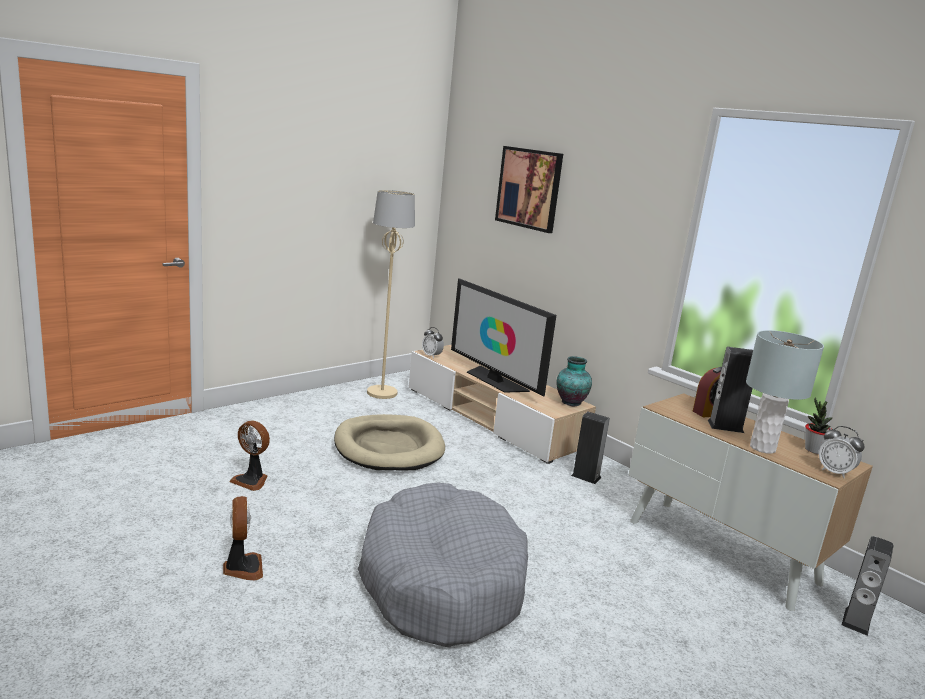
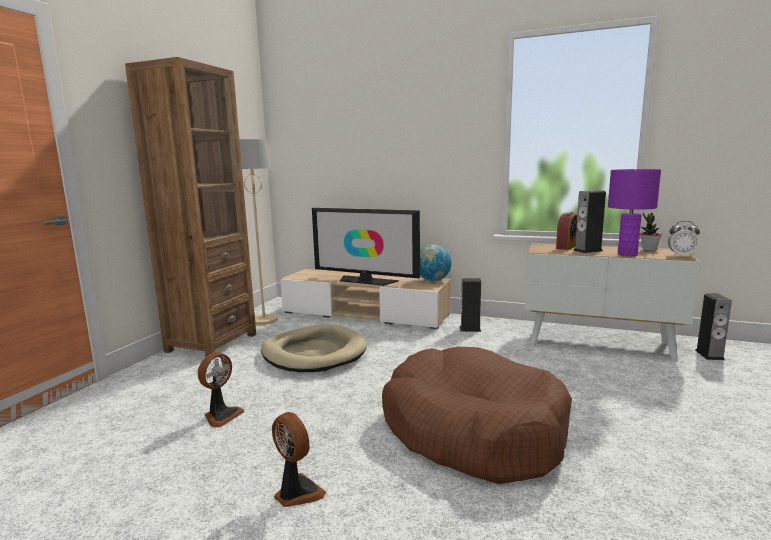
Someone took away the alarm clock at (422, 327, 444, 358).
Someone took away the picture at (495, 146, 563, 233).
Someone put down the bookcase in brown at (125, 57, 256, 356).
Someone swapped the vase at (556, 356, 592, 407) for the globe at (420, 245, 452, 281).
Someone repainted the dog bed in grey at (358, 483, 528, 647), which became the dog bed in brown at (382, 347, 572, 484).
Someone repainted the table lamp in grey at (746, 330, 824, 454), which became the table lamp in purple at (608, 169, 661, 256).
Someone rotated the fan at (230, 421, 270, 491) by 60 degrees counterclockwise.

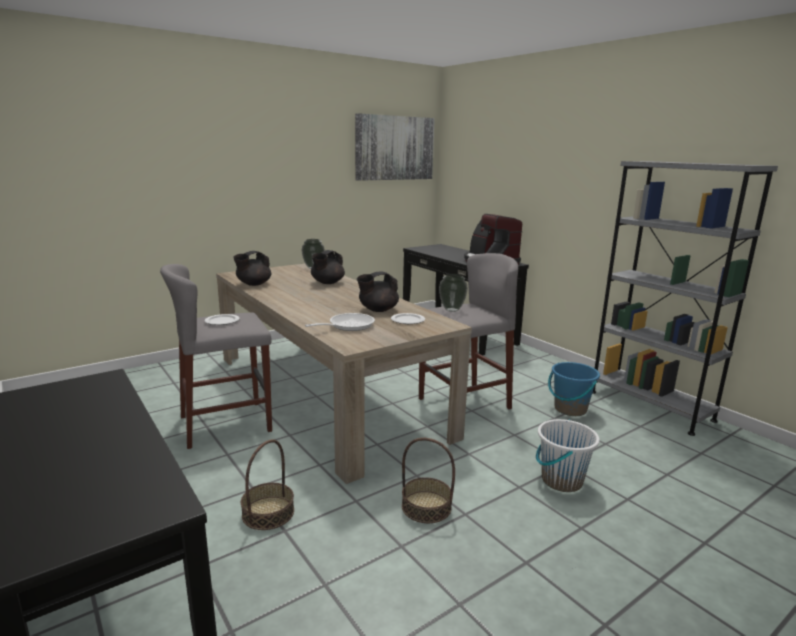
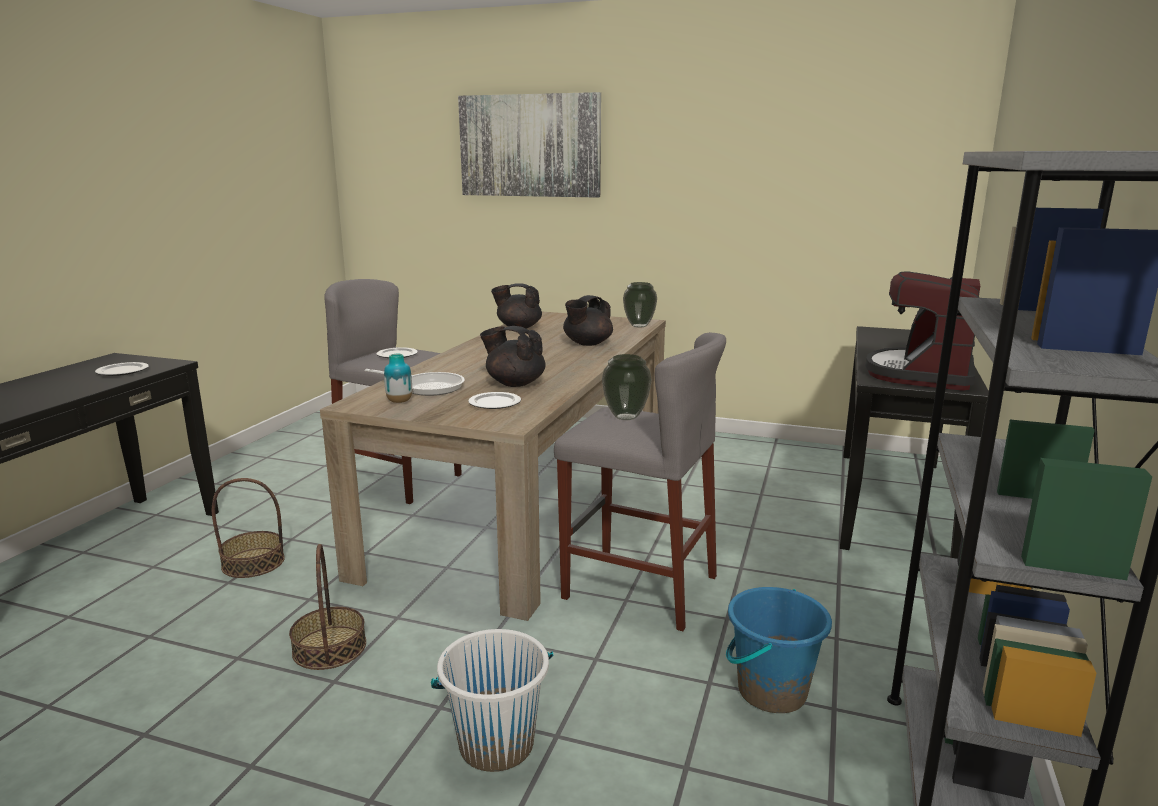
Someone put down the plate at (95, 362, 149, 376).
Someone put down the vase at (384, 354, 412, 403).
Someone carried the picture from (355, 113, 435, 181) to (458, 92, 601, 198).
Someone rotated the teapot in black at (311, 250, 345, 284) by 45 degrees counterclockwise.

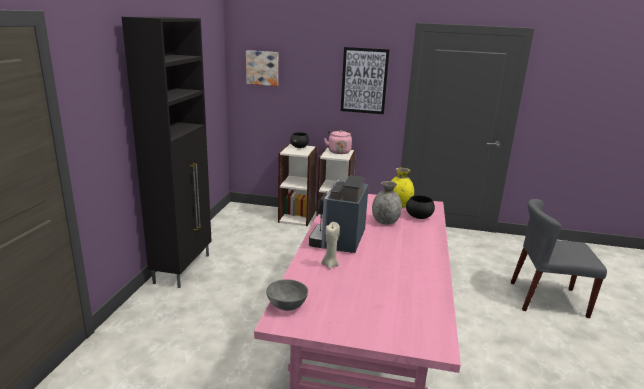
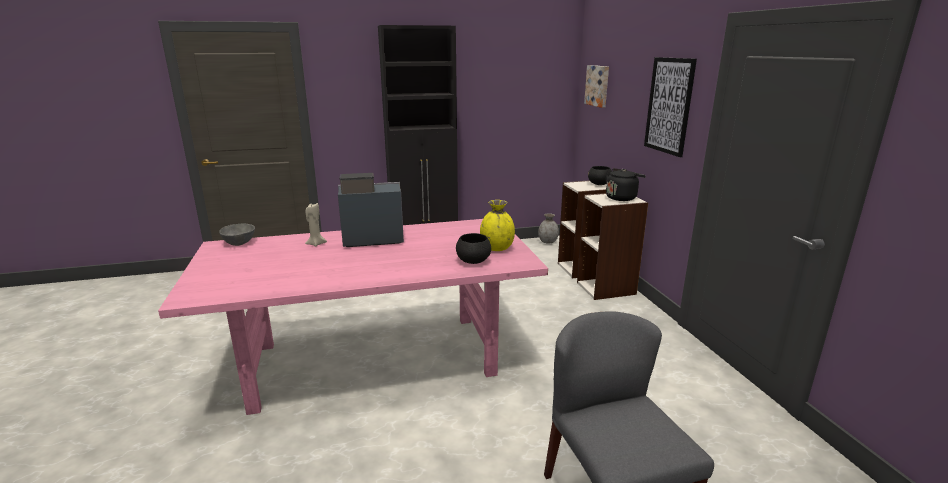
Someone carried the vase in grey from (372, 181, 402, 225) to (538, 213, 559, 243).
Someone repainted the kettle in pink at (324, 130, 352, 154), which became the kettle in black at (605, 168, 646, 201).

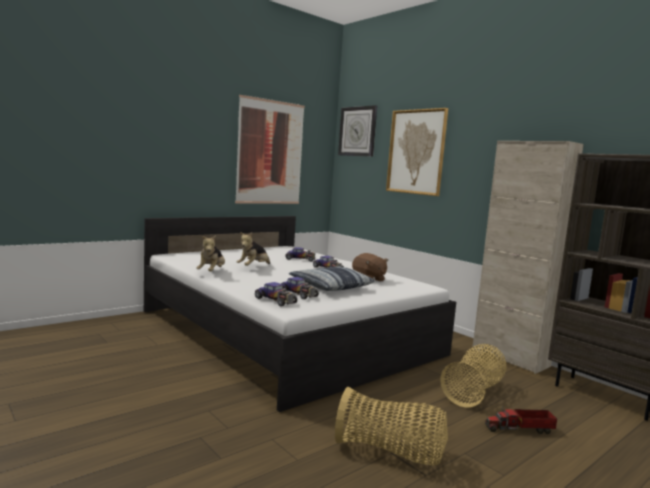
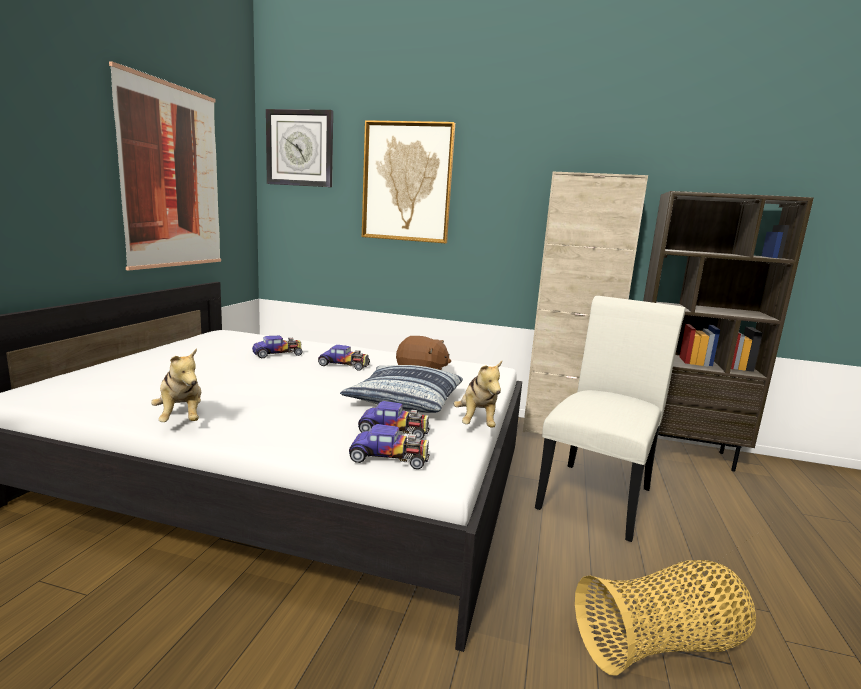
Someone took away the toy truck at (485, 406, 557, 434).
Someone carried the plush toy from (237, 232, 270, 266) to (454, 361, 502, 428).
Someone swapped the basket at (440, 344, 506, 408) for the chair in white at (535, 296, 685, 542).

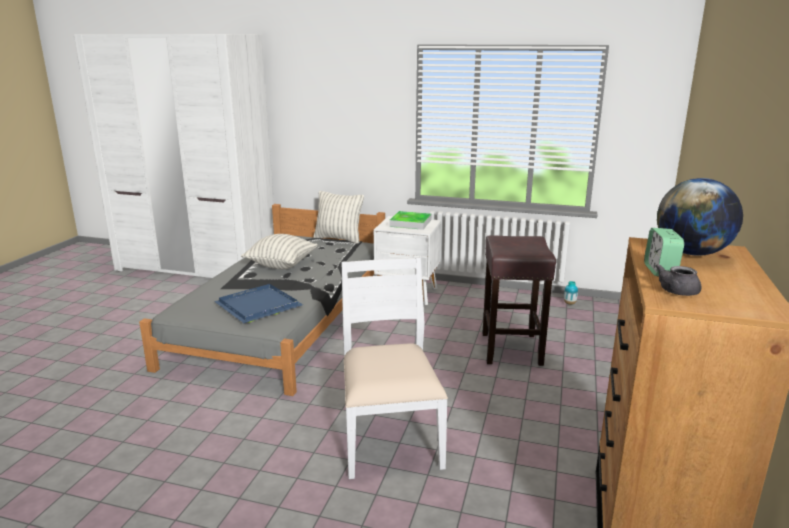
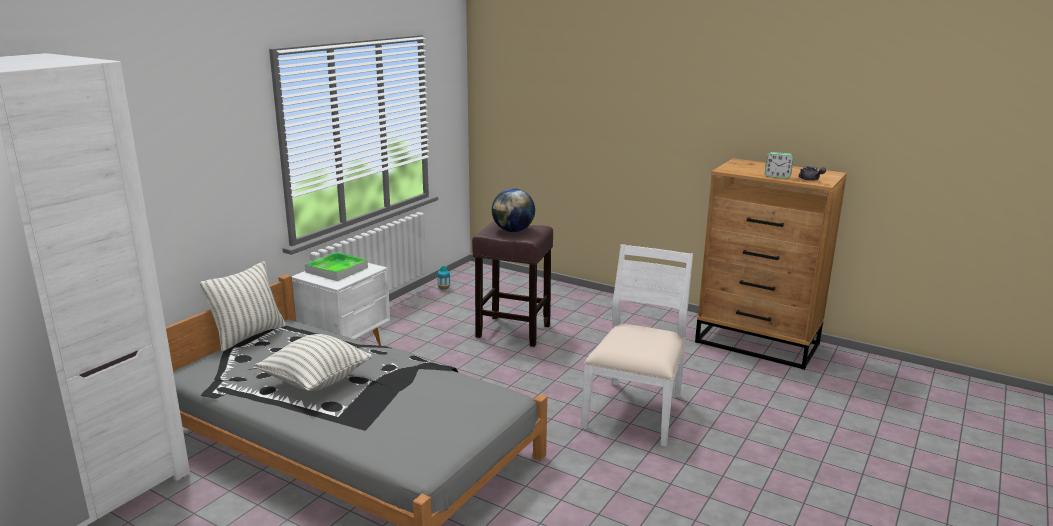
Someone took away the tray in blue at (214, 284, 303, 323).
Someone carried the globe from (657, 178, 743, 256) to (492, 188, 535, 232).
Someone rotated the chair in white at (342, 258, 448, 479) by 105 degrees clockwise.

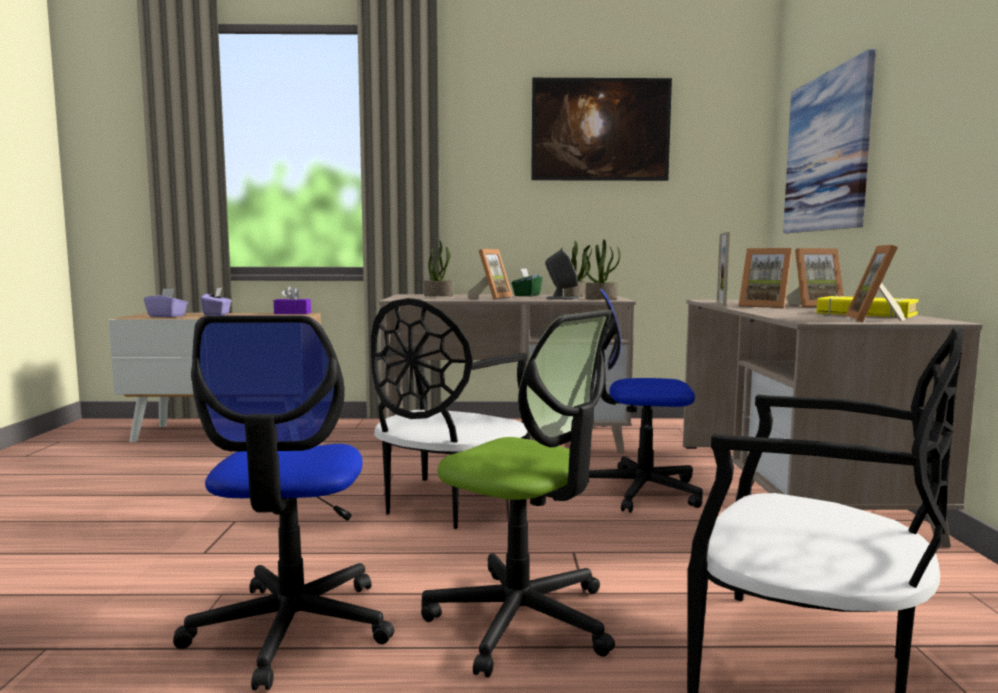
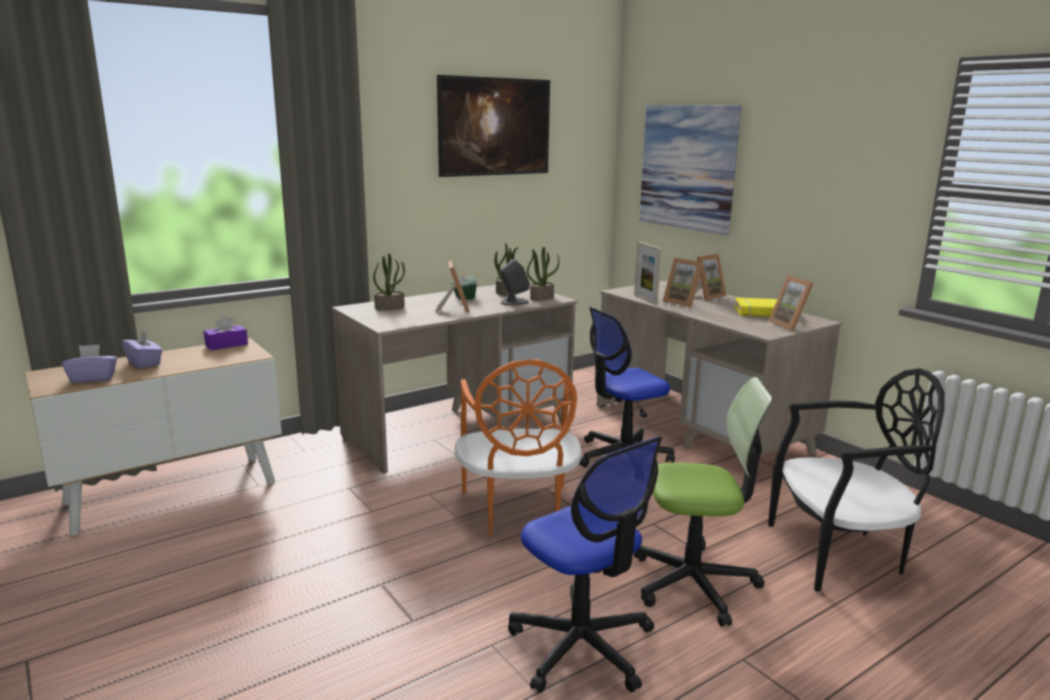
Someone repainted the chair in black at (371, 298, 530, 529), which became the chair in orange at (455, 359, 582, 535).
Someone rotated the picture frame at (739, 248, 792, 308) by 45 degrees clockwise.

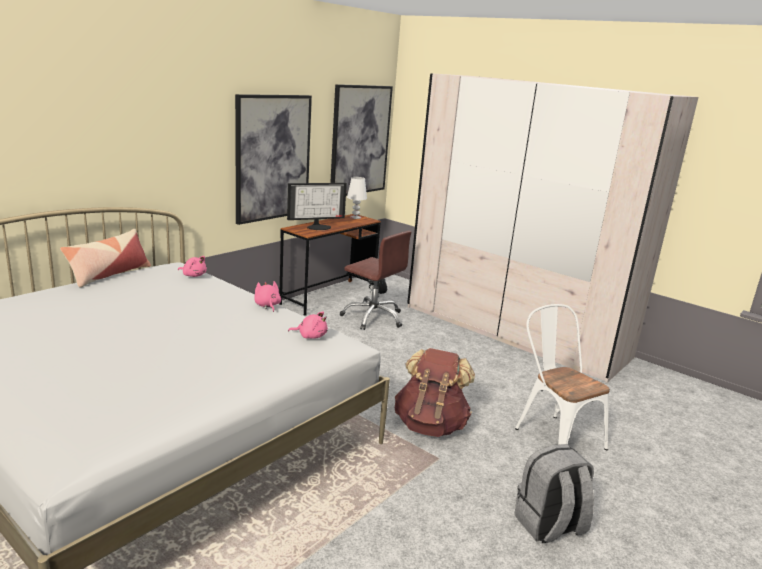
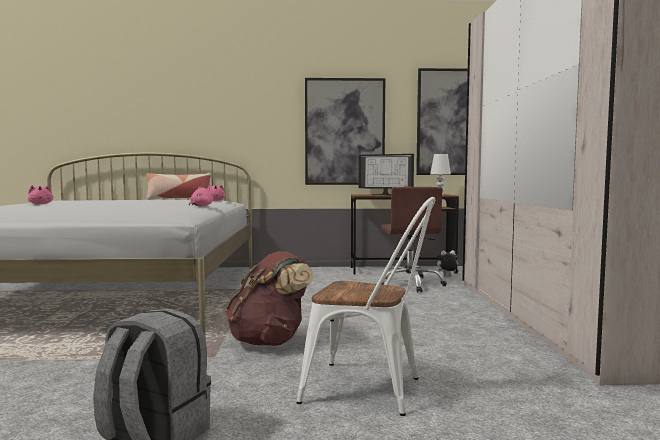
Someone carried the plush toy in pink from (288, 312, 328, 339) to (28, 185, 53, 204).
Someone rotated the chair in white at (515, 304, 610, 450) by 90 degrees clockwise.

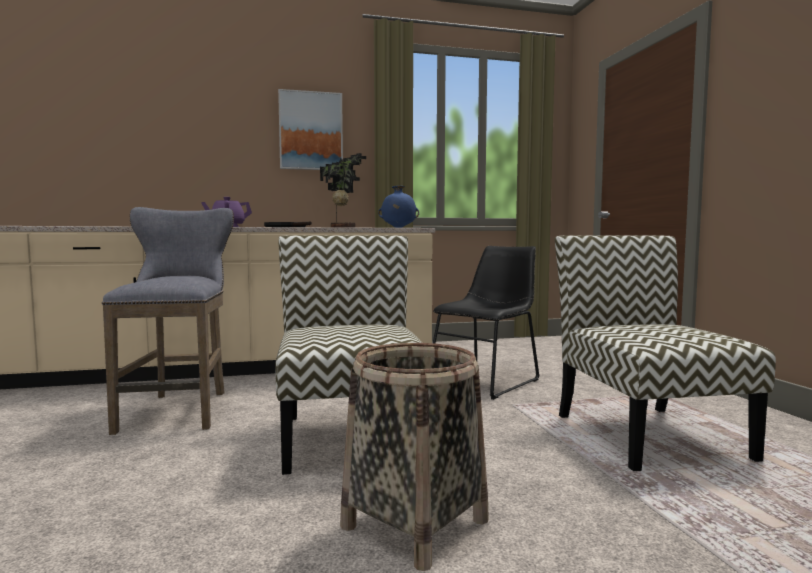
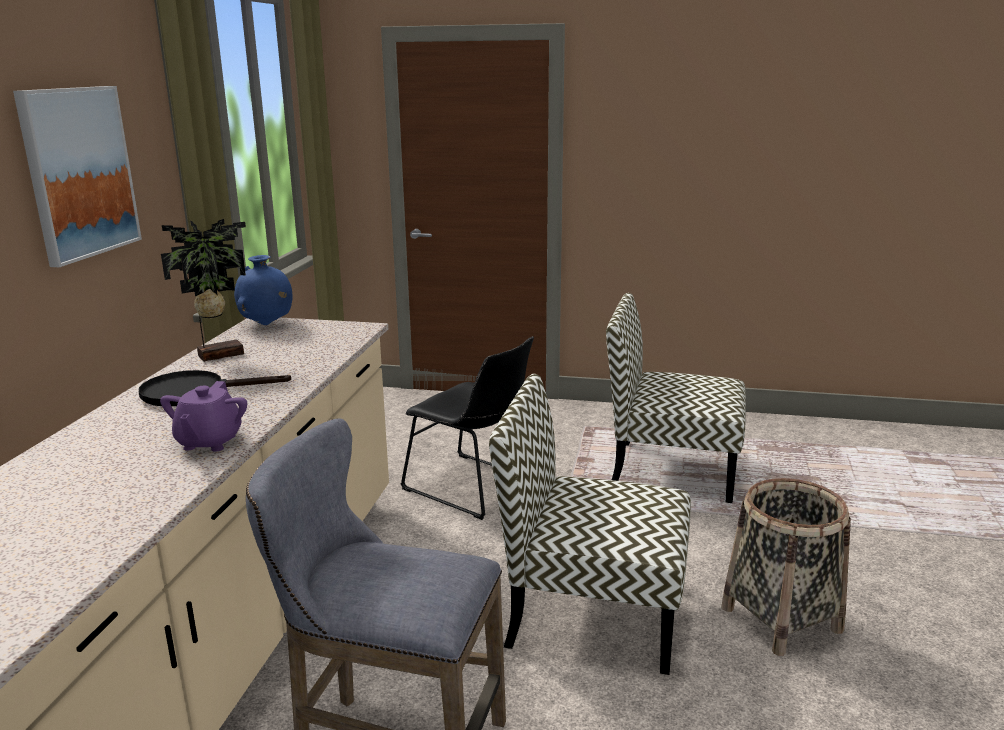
Someone rotated the chair in black at (433, 246, 539, 400) by 150 degrees clockwise.

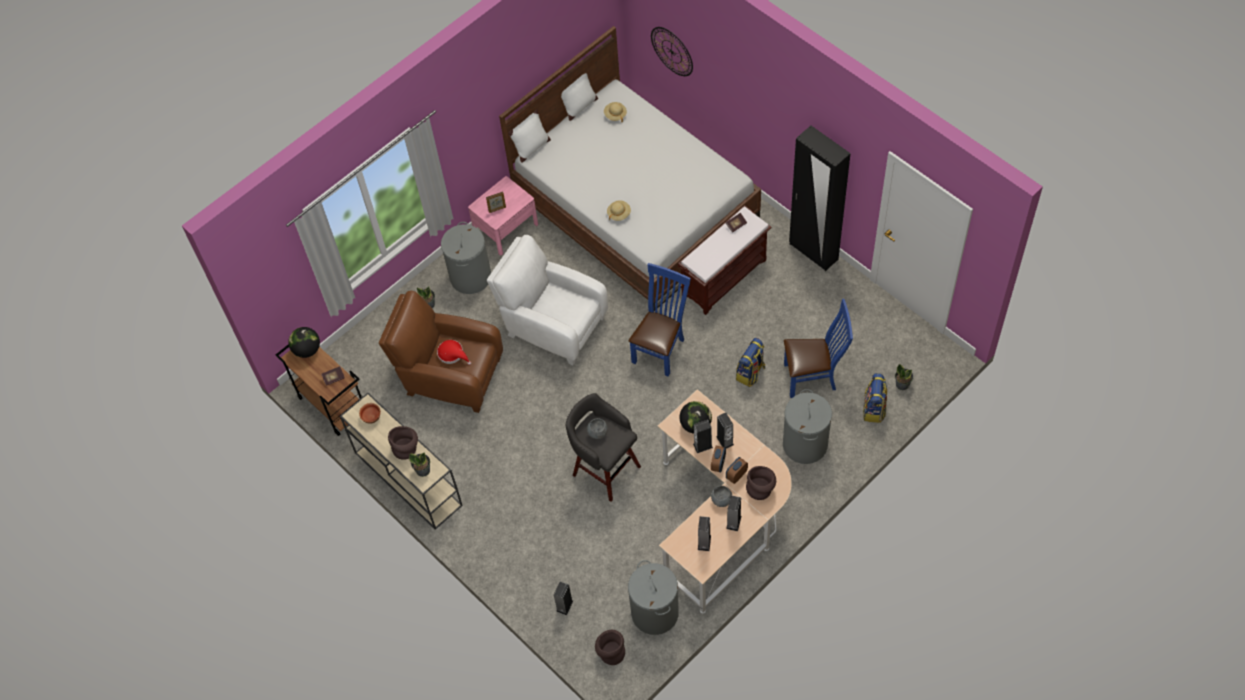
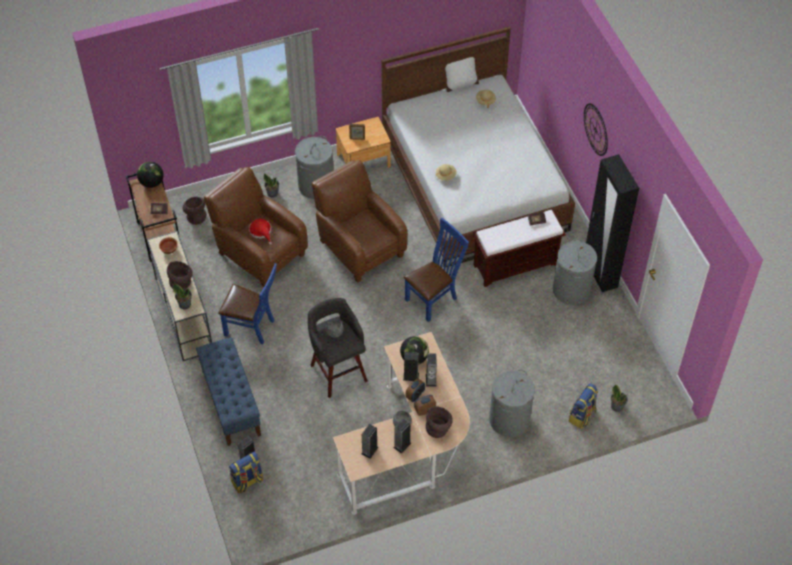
Someone took away the pillow in white at (508, 109, 551, 163).
Someone put down the bench in blue at (196, 337, 261, 446).
Someone carried the vase in brown from (595, 630, 625, 665) to (183, 197, 206, 225).
Someone carried the laundry basket in grey from (628, 560, 679, 635) to (553, 239, 597, 305).
Someone carried the wall clock from (651, 27, 693, 76) to (584, 103, 608, 156).
Someone carried the backpack from (736, 338, 765, 387) to (229, 451, 263, 493).
Someone carried the chair in blue from (784, 299, 853, 398) to (218, 263, 277, 344).
Someone repainted the nightstand in pink at (468, 176, 538, 255), which became the nightstand in brown at (336, 117, 391, 168).
Someone repainted the armchair in white at (487, 235, 608, 365), which became the armchair in brown at (312, 160, 407, 283).

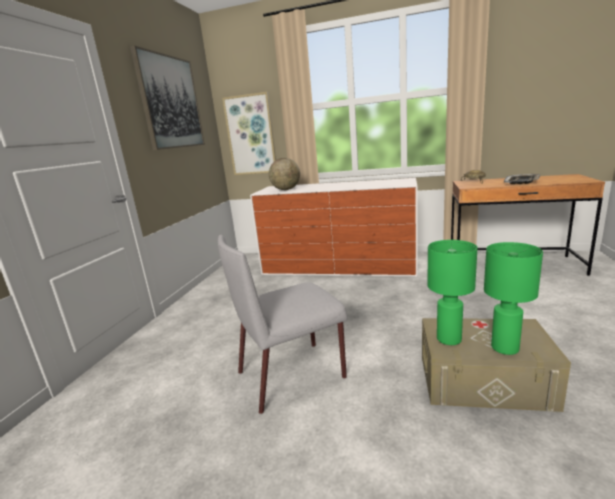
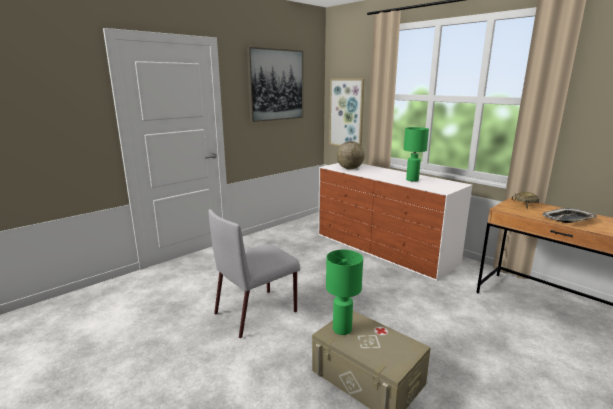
Someone carried the table lamp in green from (484, 242, 543, 355) to (404, 127, 429, 182).
Someone rotated the chair in grey at (218, 235, 347, 414) by 45 degrees counterclockwise.

